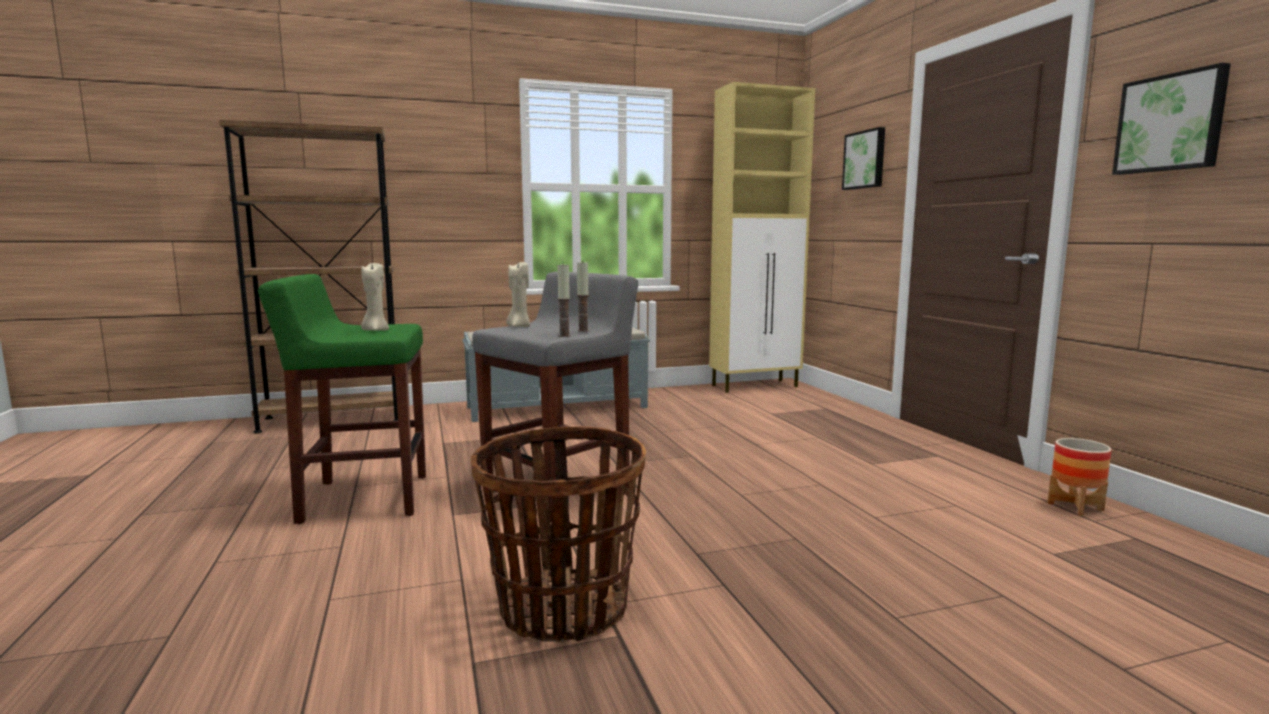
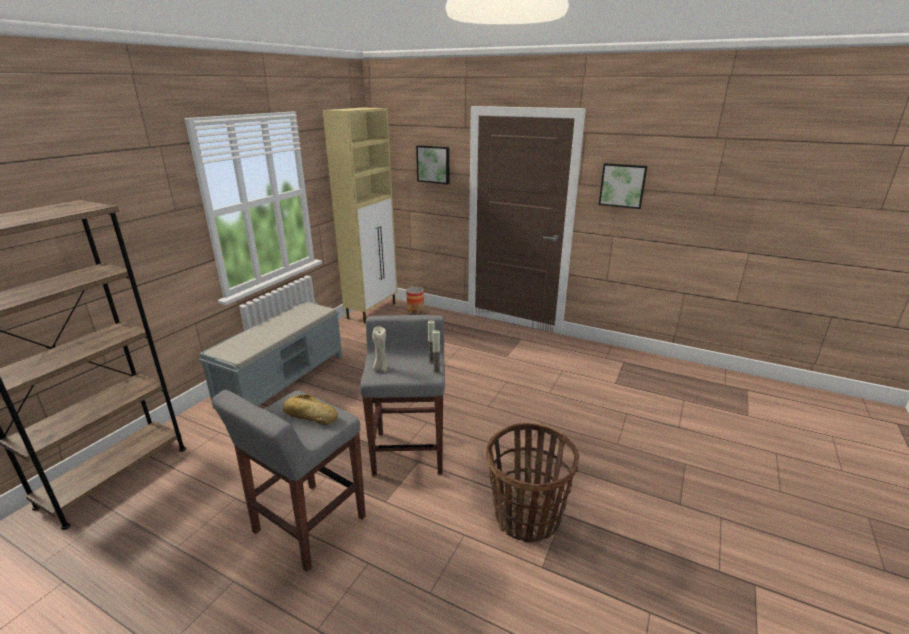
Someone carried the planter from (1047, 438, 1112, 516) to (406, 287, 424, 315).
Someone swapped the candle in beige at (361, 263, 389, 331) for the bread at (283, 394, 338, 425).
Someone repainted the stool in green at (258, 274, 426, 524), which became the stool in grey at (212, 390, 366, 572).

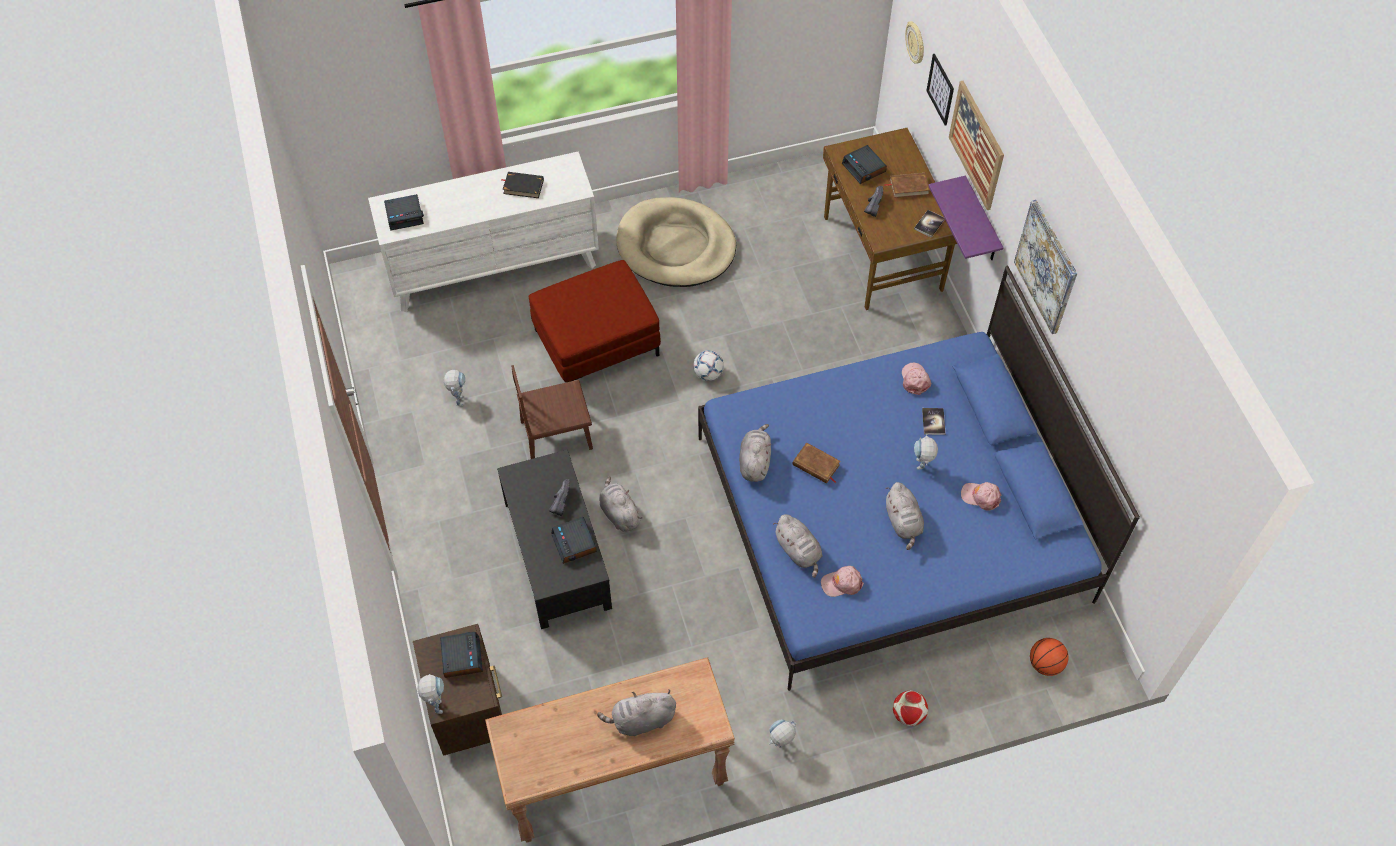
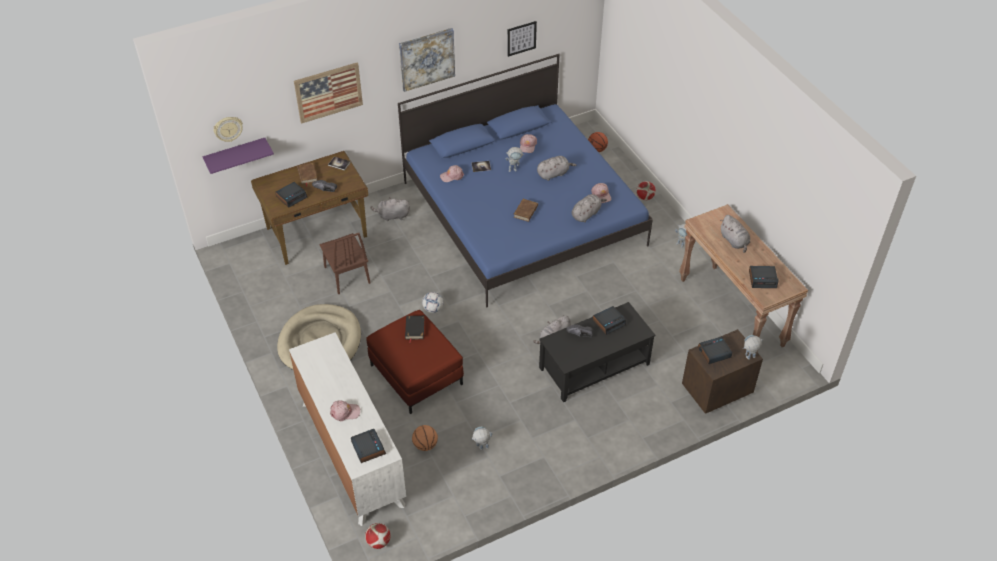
Someone put down the cap in pink at (330, 401, 360, 421).
Someone put down the football at (365, 523, 390, 549).
Someone put down the basketball at (412, 425, 438, 451).
Someone put down the alarm clock at (749, 266, 779, 288).
Someone carried the book in black from (502, 172, 544, 198) to (405, 316, 424, 343).
Someone carried the chair in brown from (511, 365, 593, 459) to (320, 233, 371, 294).
Someone carried the plush toy in grey from (739, 424, 771, 482) to (371, 197, 410, 221).
Someone carried the picture from (926, 54, 954, 125) to (507, 21, 537, 57).
Someone carried the shelf in purple from (929, 176, 1004, 260) to (203, 138, 274, 174).

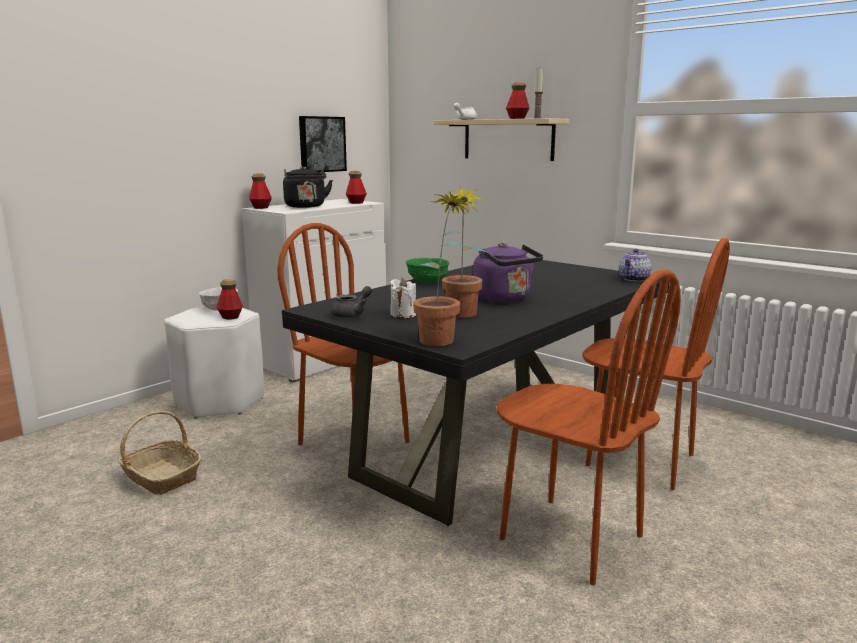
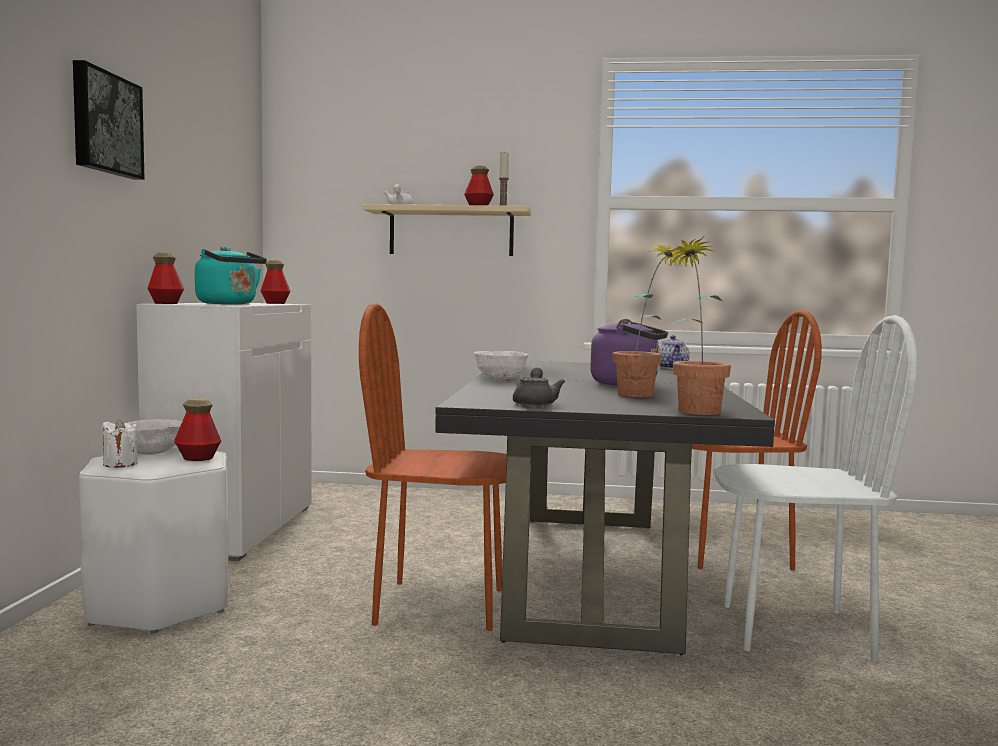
Someone took away the basket at (118, 411, 202, 495).
Someone carried the picture from (299, 116, 347, 172) to (73, 60, 145, 180).
Someone carried the candle in white from (390, 278, 416, 318) to (102, 419, 138, 468).
Someone repainted the kettle in black at (283, 166, 333, 208), which became the kettle in turquoise at (195, 247, 267, 304).
Someone repainted the bowl in green at (406, 258, 449, 283), which became the bowl in white at (474, 351, 528, 379).
Someone repainted the chair in brown at (497, 269, 681, 585), which became the chair in white at (714, 315, 918, 662).

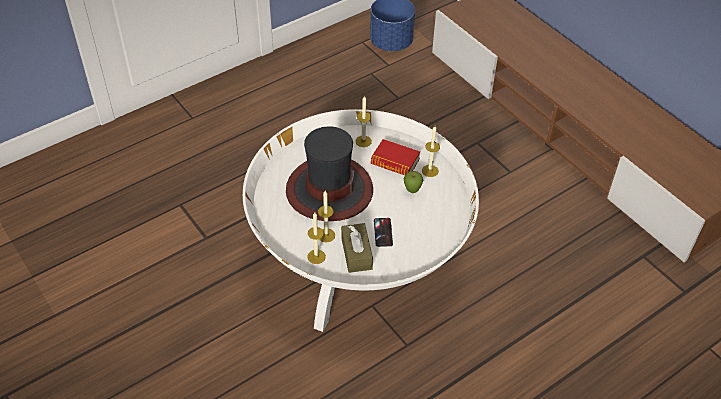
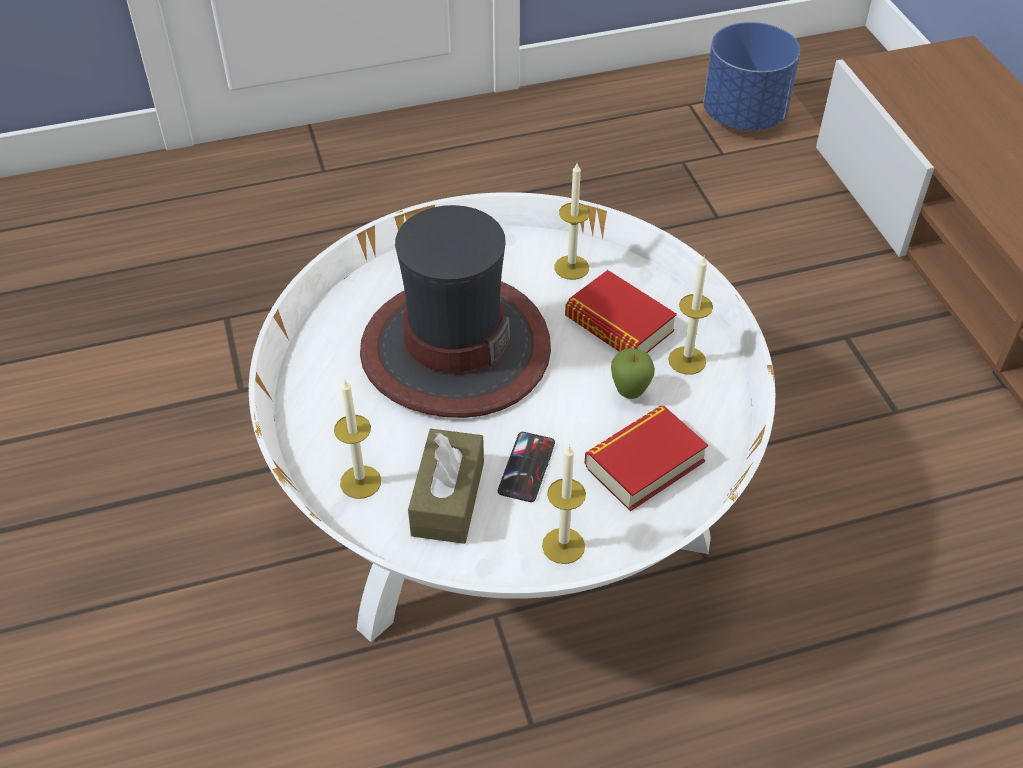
Someone put down the book at (585, 406, 708, 512).
Someone carried the candle from (318, 191, 335, 242) to (542, 444, 586, 564).

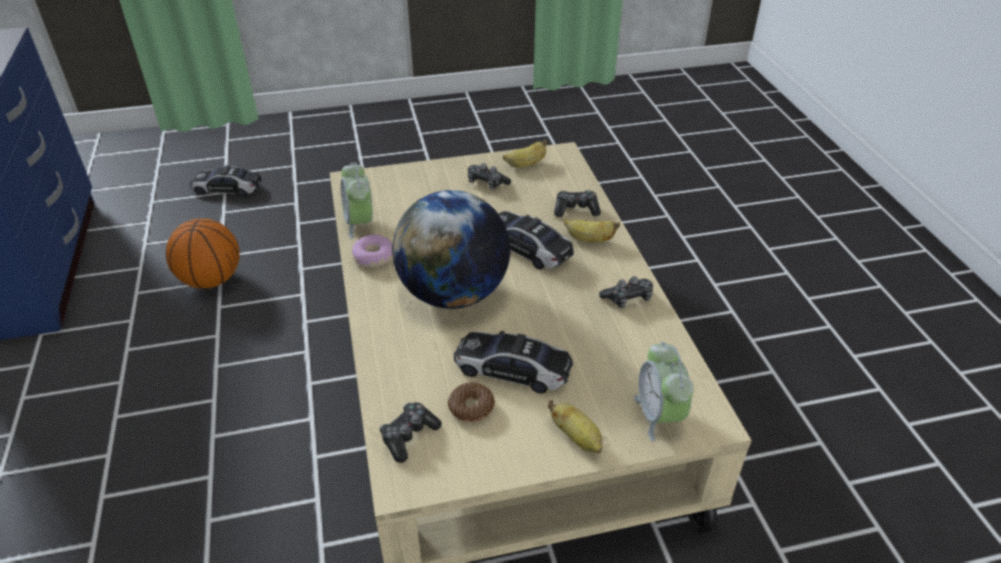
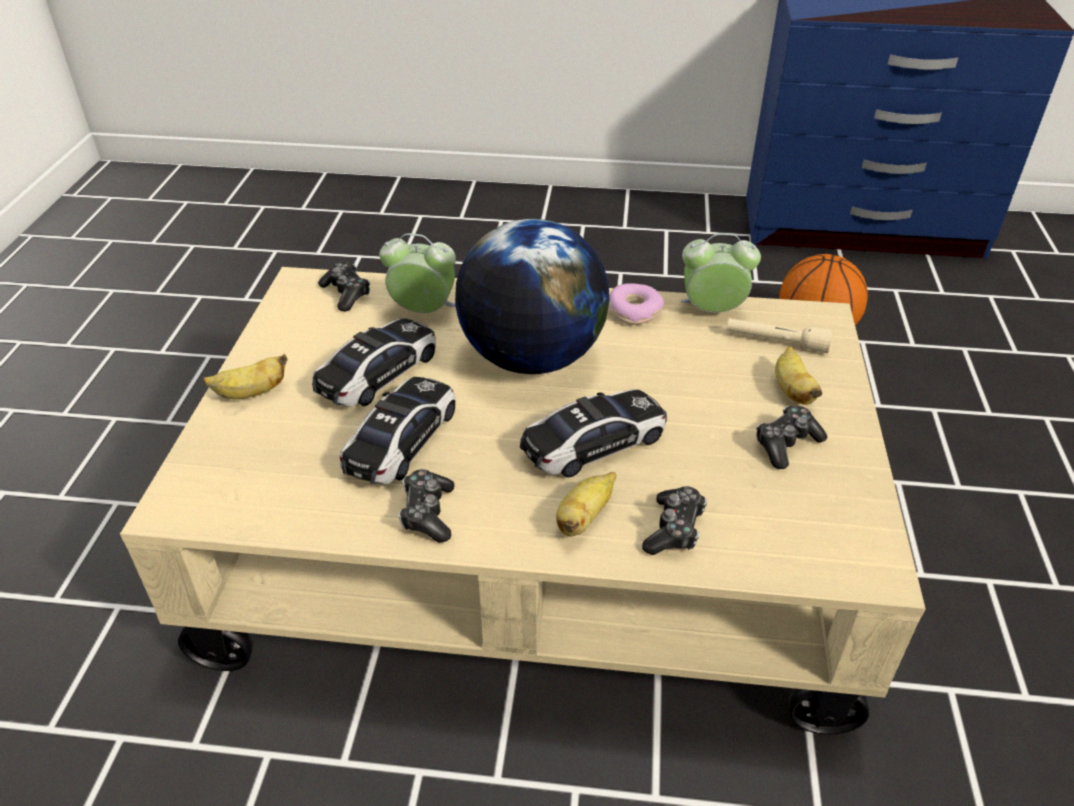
Someone took away the donut at (448, 382, 495, 422).
Someone put down the flashlight in beige at (727, 318, 832, 353).
Someone carried the toy car from (190, 165, 262, 197) to (340, 377, 456, 485).
Someone carried the banana from (503, 139, 547, 168) to (775, 347, 823, 405).
Someone carried the alarm clock from (634, 342, 694, 442) to (379, 233, 456, 313).

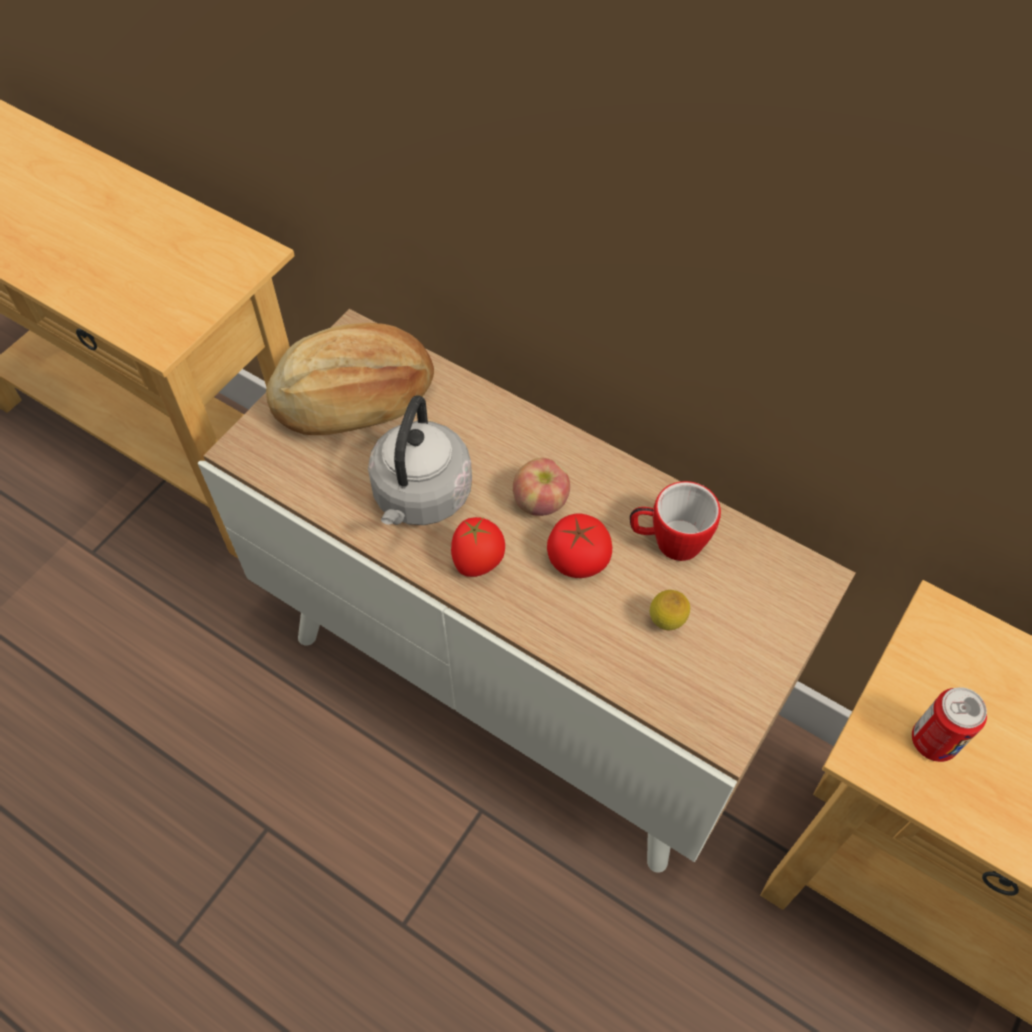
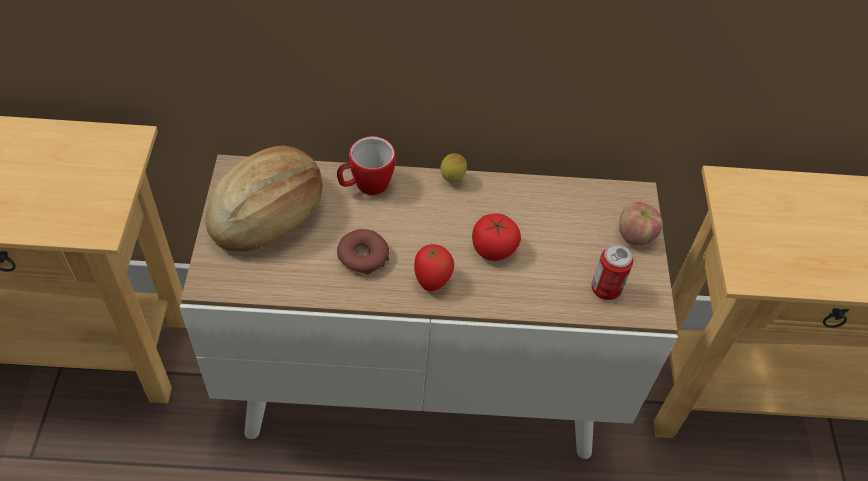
Someone carried the apple from (513, 458, 570, 516) to (619, 202, 663, 246).
Someone carried the mug from (630, 481, 721, 561) to (337, 136, 396, 195).
Someone carried the lemon from (649, 590, 690, 630) to (440, 153, 467, 182).
Someone carried the can from (912, 687, 987, 762) to (591, 244, 633, 300).
Someone swapped the kettle in grey at (368, 395, 472, 525) for the donut at (337, 229, 389, 275).

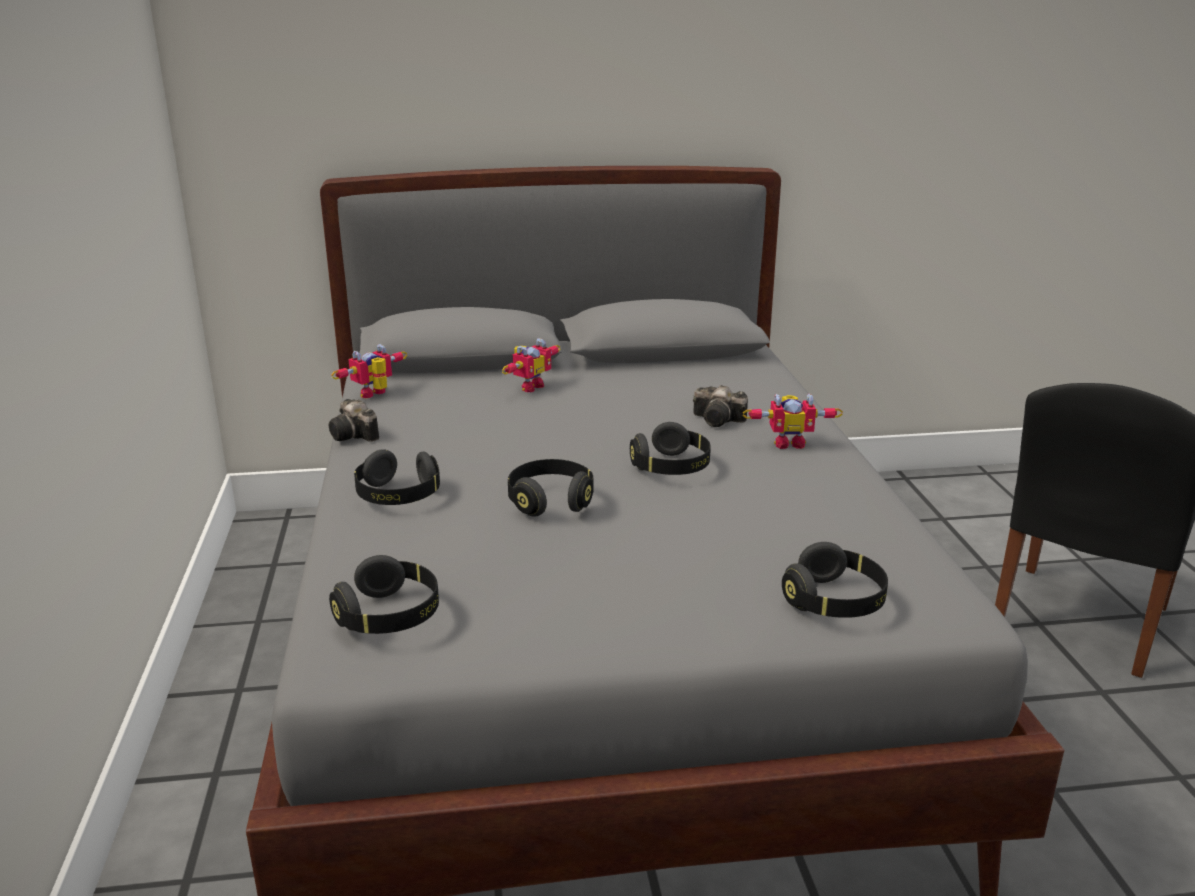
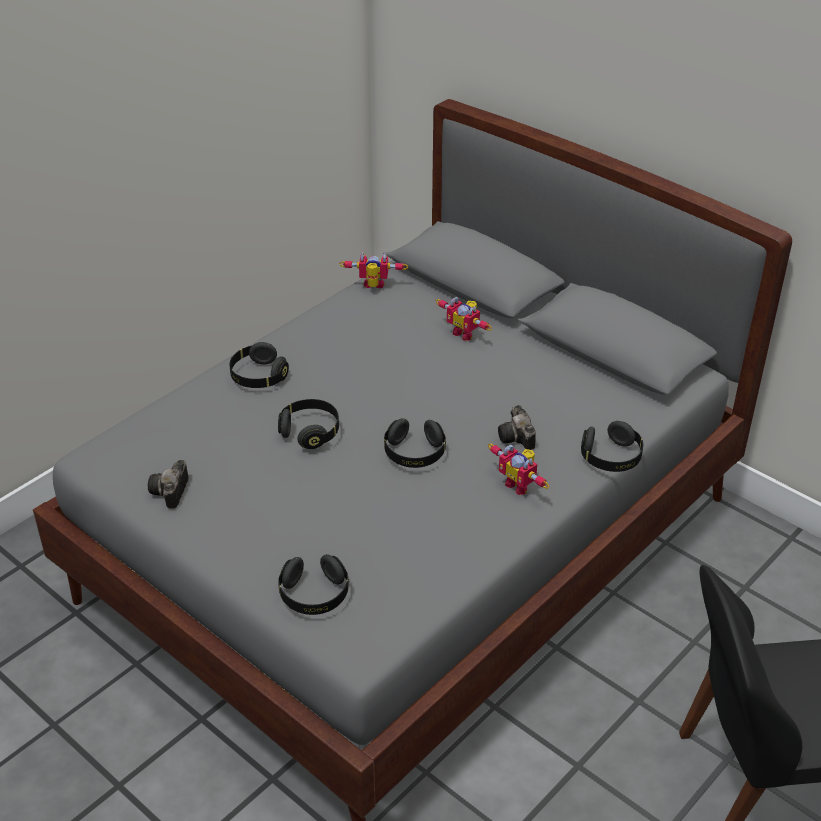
Someone carried the photo camera from (329, 399, 379, 442) to (148, 460, 189, 509).
Someone carried the headphones in black from (329, 555, 439, 634) to (581, 421, 643, 472).
Someone rotated the toy robot at (502, 338, 560, 393) by 45 degrees clockwise.

